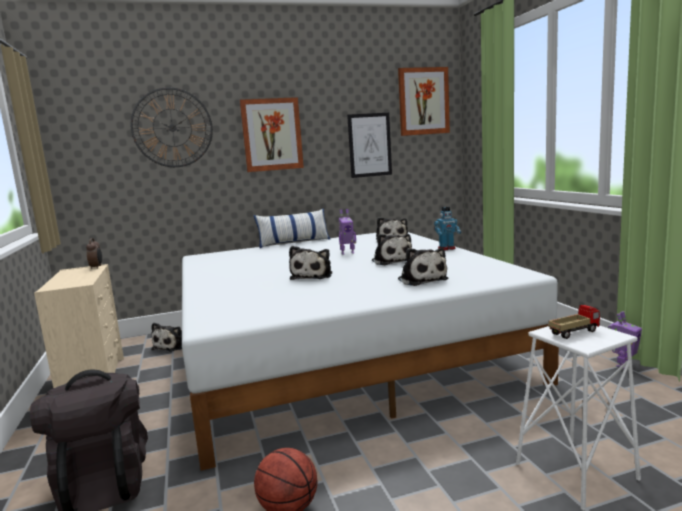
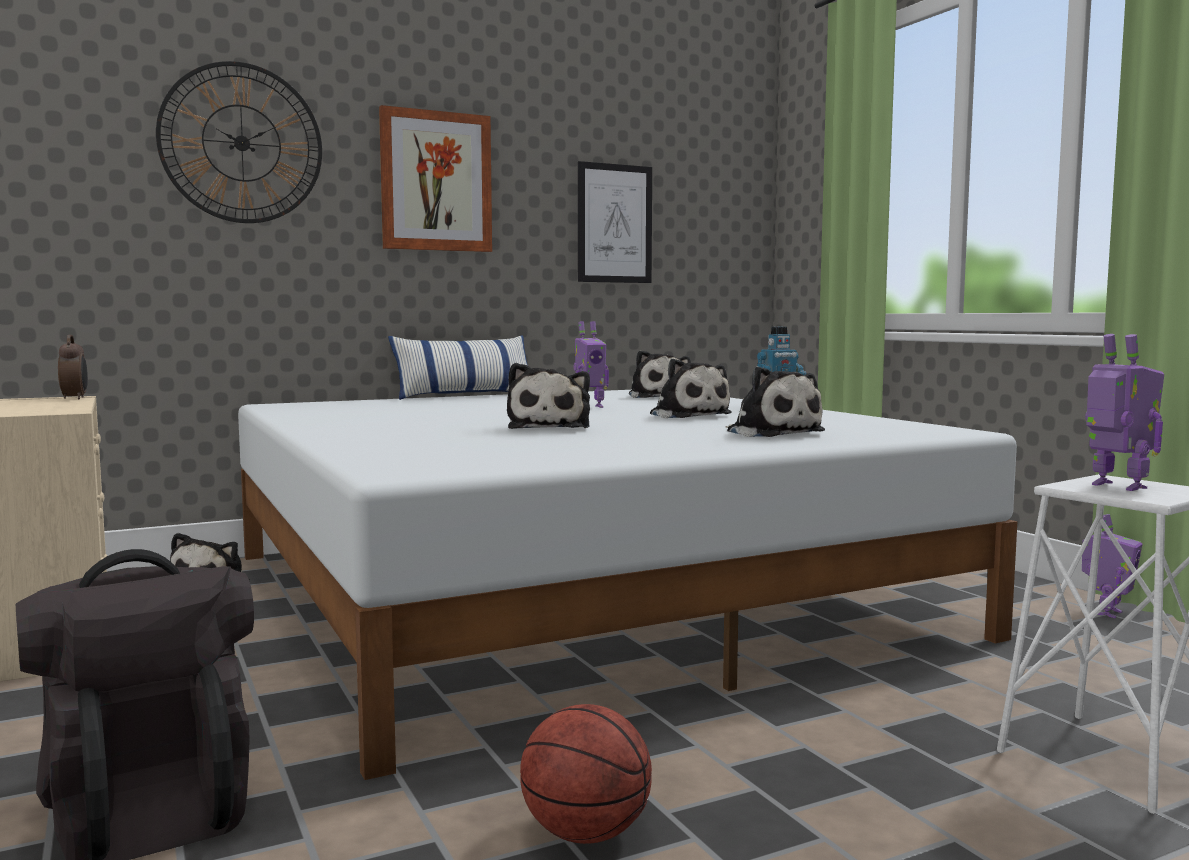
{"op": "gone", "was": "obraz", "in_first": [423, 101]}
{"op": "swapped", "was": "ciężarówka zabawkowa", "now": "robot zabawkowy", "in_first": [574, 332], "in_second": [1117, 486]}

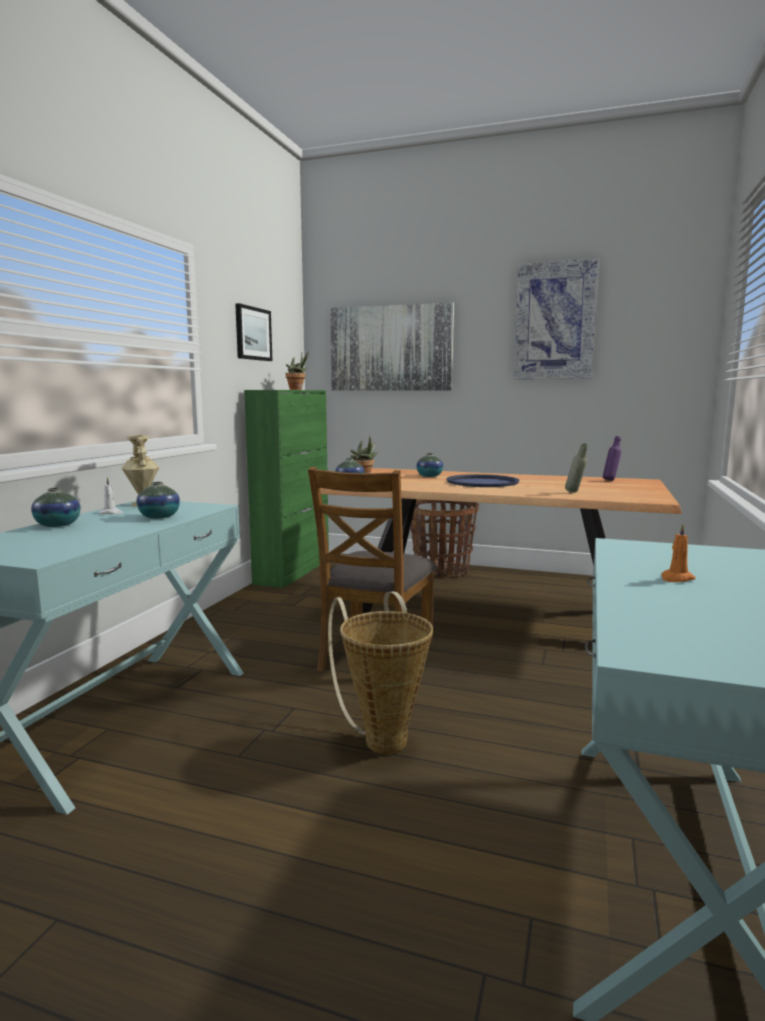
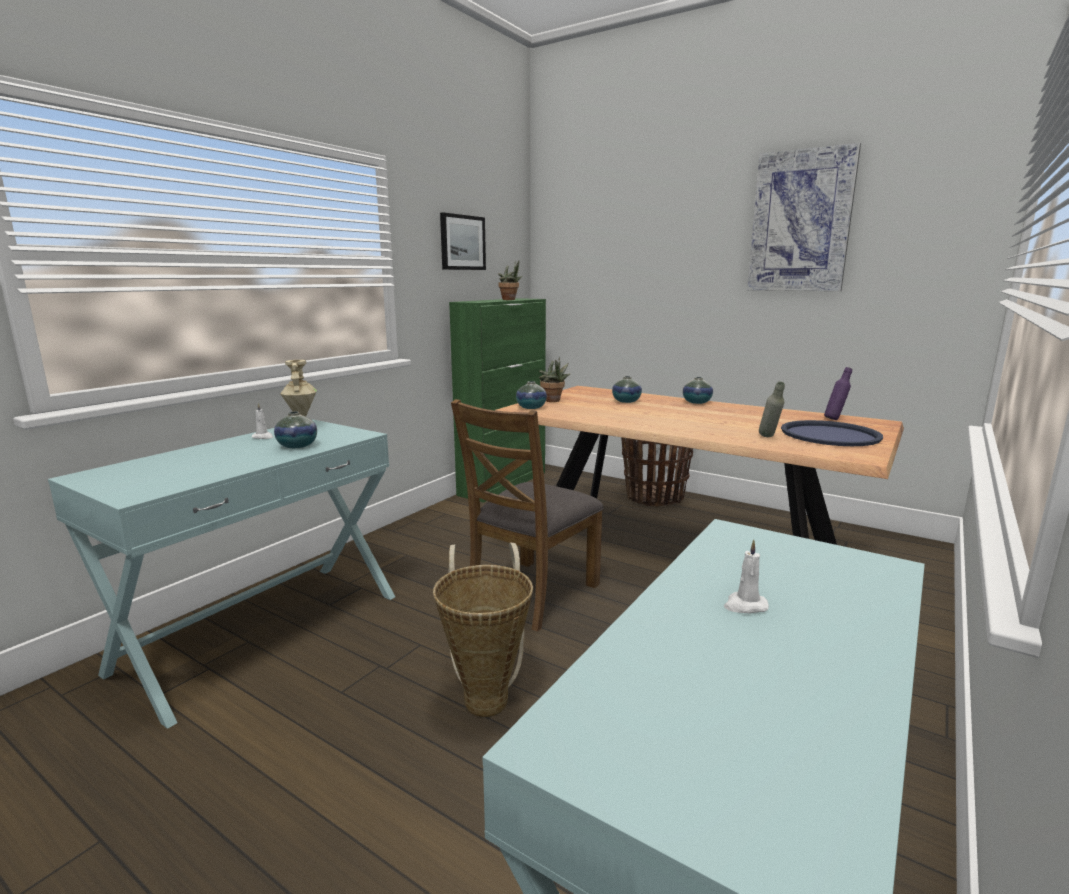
{"op": "gone", "was": "obraz", "in_first": [391, 348]}
{"op": "shifted", "was": "wazon", "in_first": [57, 525], "in_second": [696, 402]}
{"op": "shifted", "was": "taca [niebieski]", "in_first": [482, 482], "in_second": [830, 435]}
{"op": "repainted", "was": "świeca [pomarańczowy]", "now": "świeca [biały]", "in_first": [676, 578], "in_second": [745, 606]}

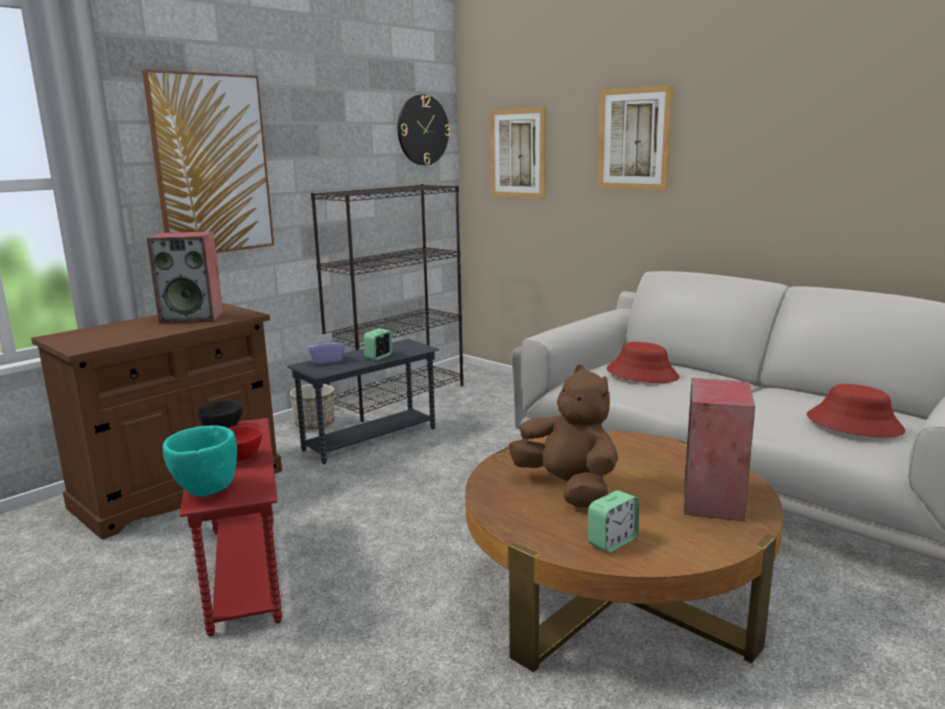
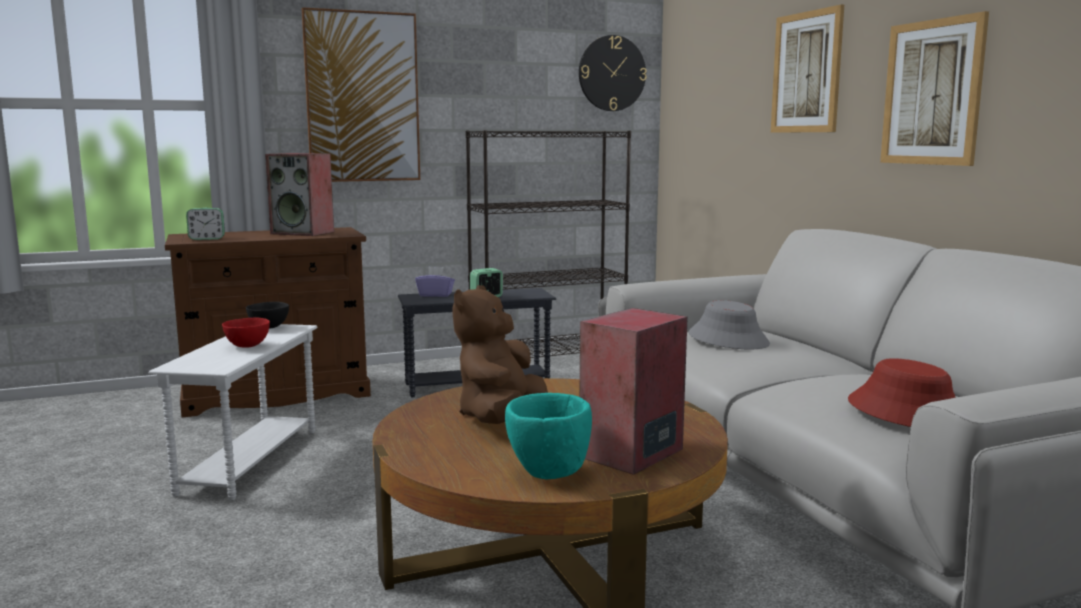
{"op": "gone", "was": "donica", "in_first": [315, 424]}
{"op": "shifted", "was": "miska [turkusowy]", "in_first": [206, 491], "in_second": [548, 474]}
{"op": "shifted", "was": "obraz", "in_first": [518, 153], "in_second": [932, 92]}
{"op": "shifted", "was": "budzik", "in_first": [612, 541], "in_second": [207, 239]}
{"op": "repainted", "was": "stolik [czerwony]", "now": "stolik [biały]", "in_first": [243, 573], "in_second": [249, 461]}
{"op": "repainted", "was": "kapelusz [czerwony]", "now": "kapelusz [szary]", "in_first": [642, 374], "in_second": [728, 339]}
{"op": "rotated", "was": "pluszak [brązowy]", "in_first": [568, 489], "in_second": [500, 418], "clockwise": -150}

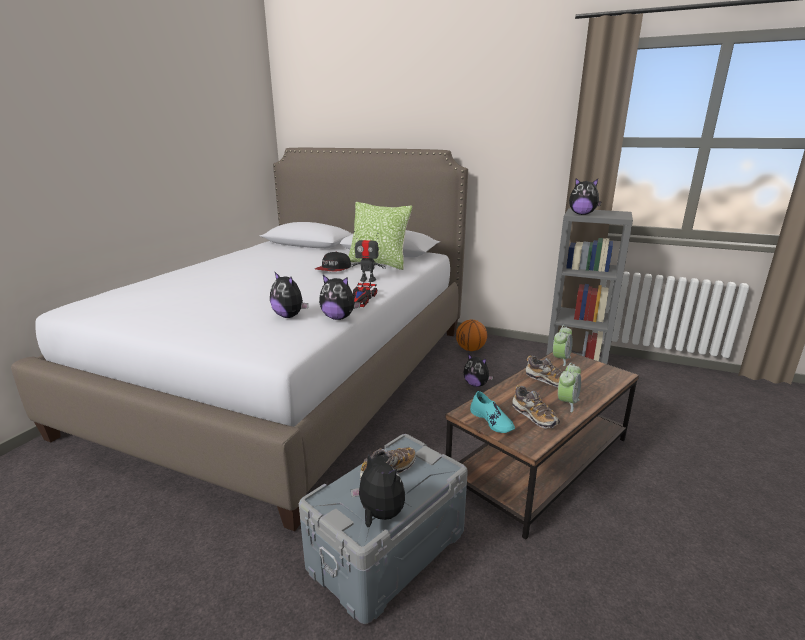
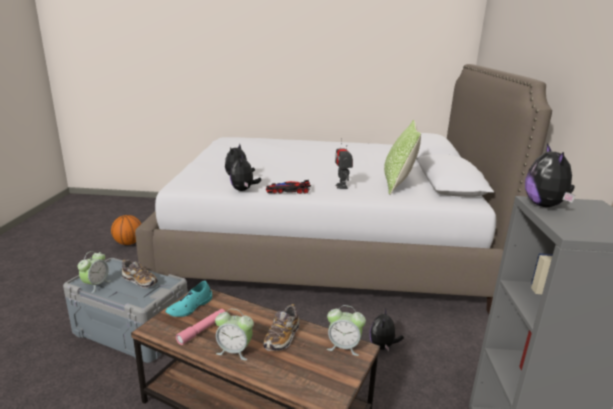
{"op": "gone", "was": "czapka z daszkiem", "in_first": [334, 269]}
{"op": "shifted", "was": "piłka do koszykówki", "in_first": [470, 349], "in_second": [128, 243]}
{"op": "swapped", "was": "pluszak", "now": "budzik", "in_first": [379, 515], "in_second": [96, 285]}
{"op": "swapped", "was": "but", "now": "latarka [różowy]", "in_first": [534, 416], "in_second": [202, 330]}

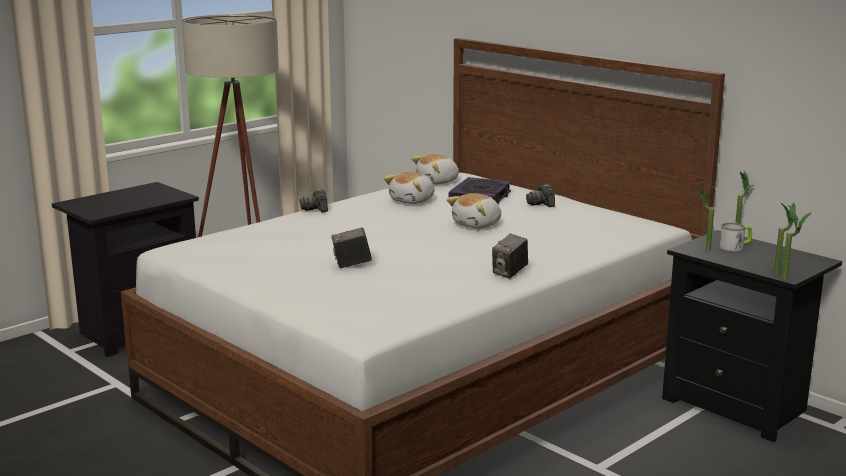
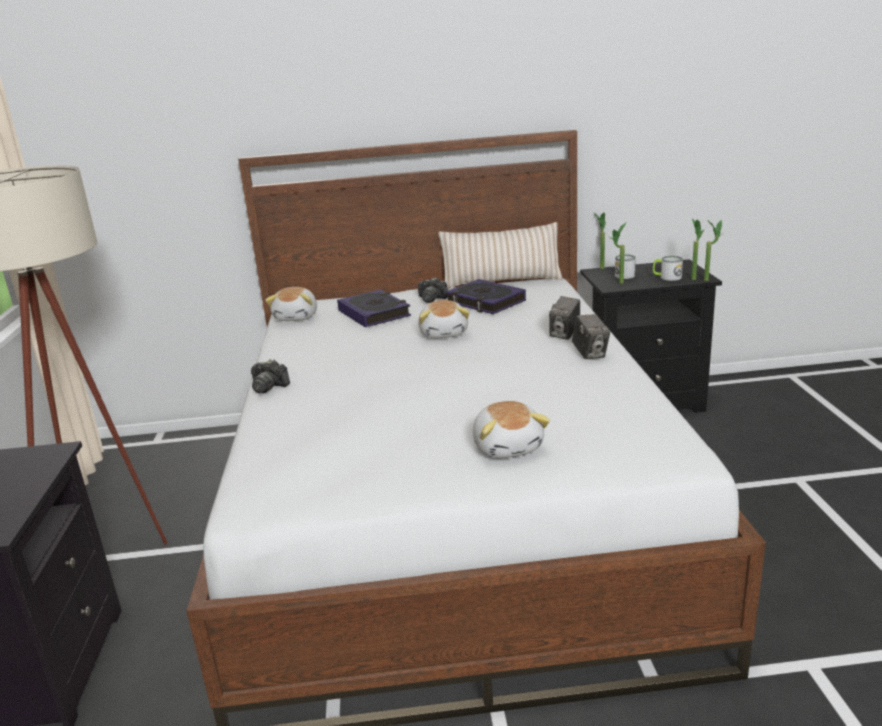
{"op": "new", "now": "poduszka [beżowy]", "in_second": [501, 281]}
{"op": "new", "now": "książka", "in_second": [485, 302]}
{"op": "new", "now": "kubek", "in_second": [666, 277]}
{"op": "shifted", "was": "aparat fotograficzny", "in_first": [352, 264], "in_second": [565, 334]}
{"op": "shifted", "was": "pluszak", "in_first": [413, 201], "in_second": [508, 446]}

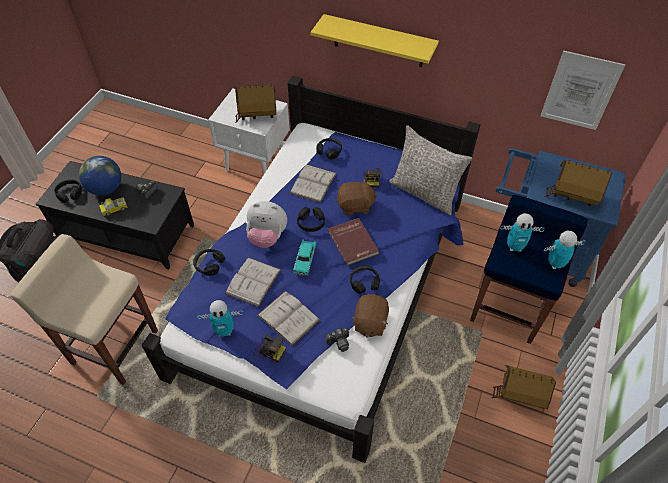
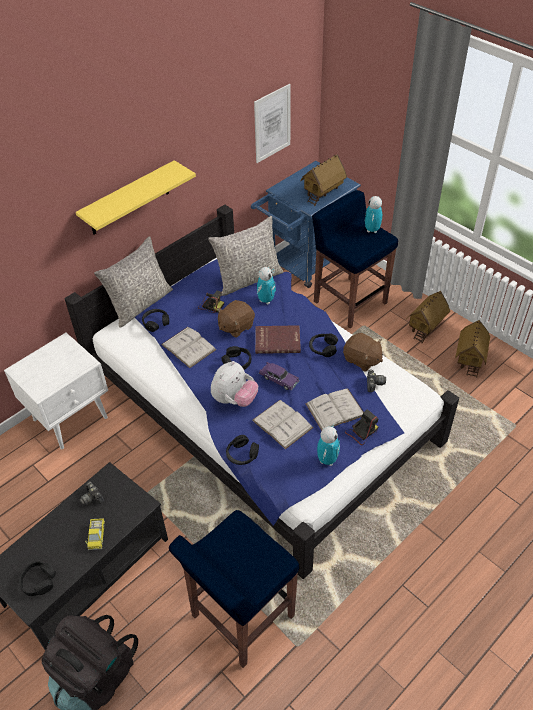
{"op": "gone", "was": "globus", "in_first": [106, 189]}
{"op": "new", "now": "poduszka [szary]", "in_second": [140, 304]}
{"op": "shifted", "was": "domek", "in_first": [257, 115], "in_second": [470, 359]}
{"op": "shifted", "was": "robot zabawkowy", "in_first": [515, 247], "in_second": [266, 300]}
{"op": "repainted", "was": "stołek [beżowy]", "now": "stołek [niebieski]", "in_first": [113, 346], "in_second": [241, 617]}
{"op": "repainted", "was": "samochodzik [turkusowy]", "now": "samochodzik [fioletowy]", "in_first": [305, 260], "in_second": [279, 379]}
{"op": "rotated", "was": "pluszak [brązowy]", "in_first": [355, 206], "in_second": [236, 326], "clockwise": -150}

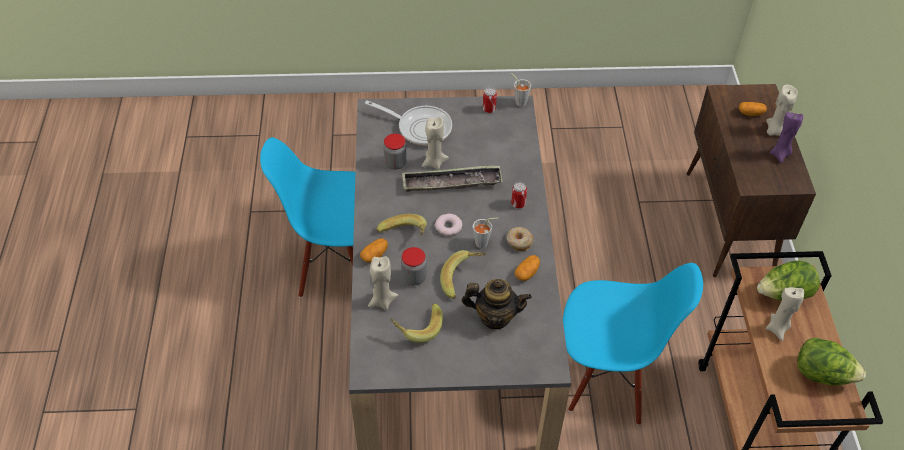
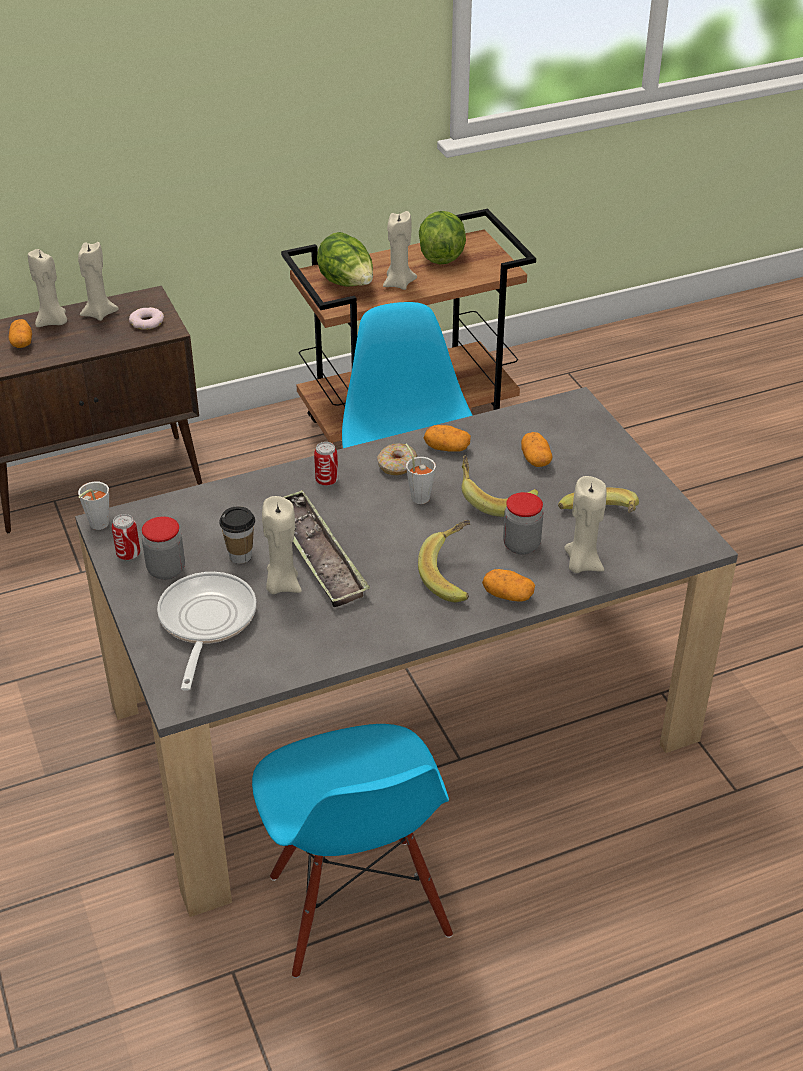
{"op": "new", "now": "filiżanka", "in_second": [240, 556]}
{"op": "shifted", "was": "słoik", "in_first": [395, 163], "in_second": [166, 570]}
{"op": "shifted", "was": "donut", "in_first": [448, 227], "in_second": [147, 322]}
{"op": "swapped", "was": "imbryk", "now": "ziemniak", "in_first": [495, 317], "in_second": [535, 459]}
{"op": "repainted", "was": "świeca [fioletowy]", "now": "świeca [beżowy]", "in_first": [780, 154], "in_second": [99, 314]}

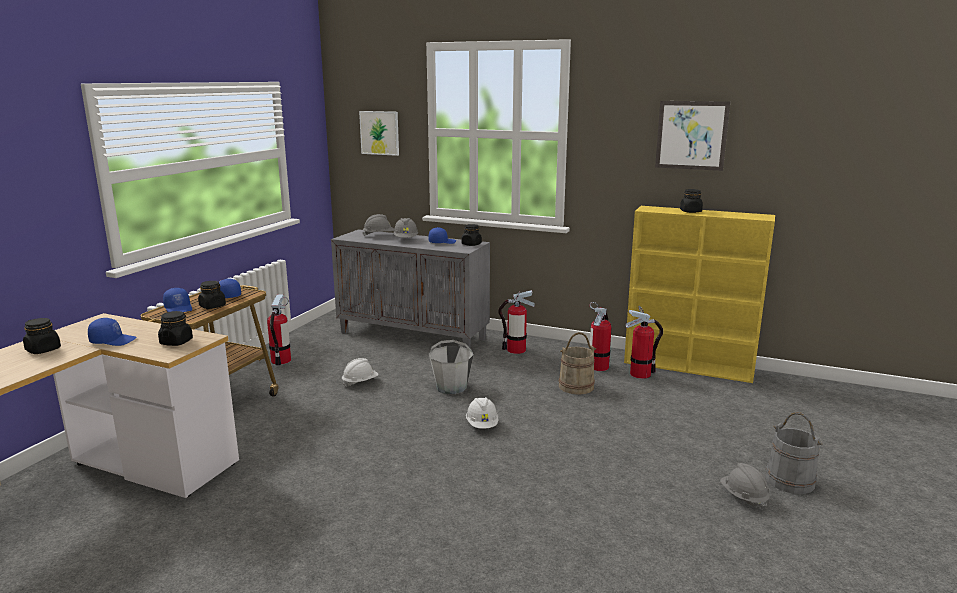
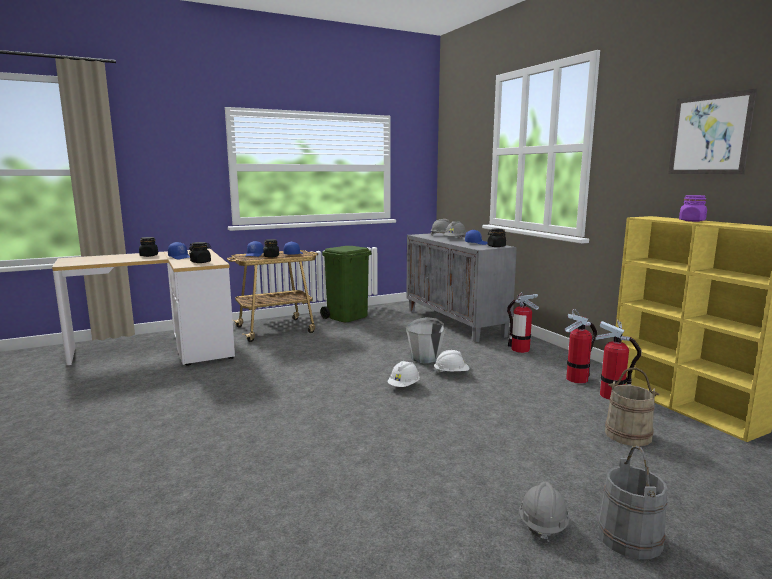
{"op": "gone", "was": "obraz", "in_first": [379, 133]}
{"op": "shifted", "was": "kask [biały]", "in_first": [360, 382], "in_second": [451, 373]}
{"op": "shifted", "was": "wiadro [beżowy]", "in_first": [576, 386], "in_second": [628, 434]}
{"op": "swapped", "was": "gaśnica", "now": "kosz na śmieci [zielony]", "in_first": [281, 360], "in_second": [347, 317]}
{"op": "repainted", "was": "słoik [czarny]", "now": "słoik [fioletowy]", "in_first": [690, 211], "in_second": [692, 221]}

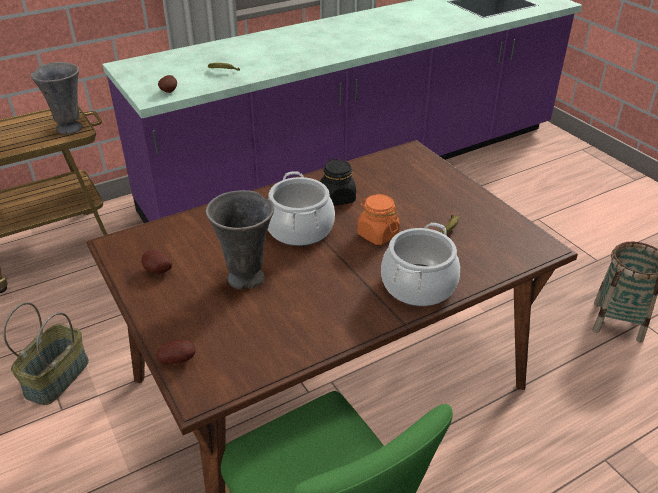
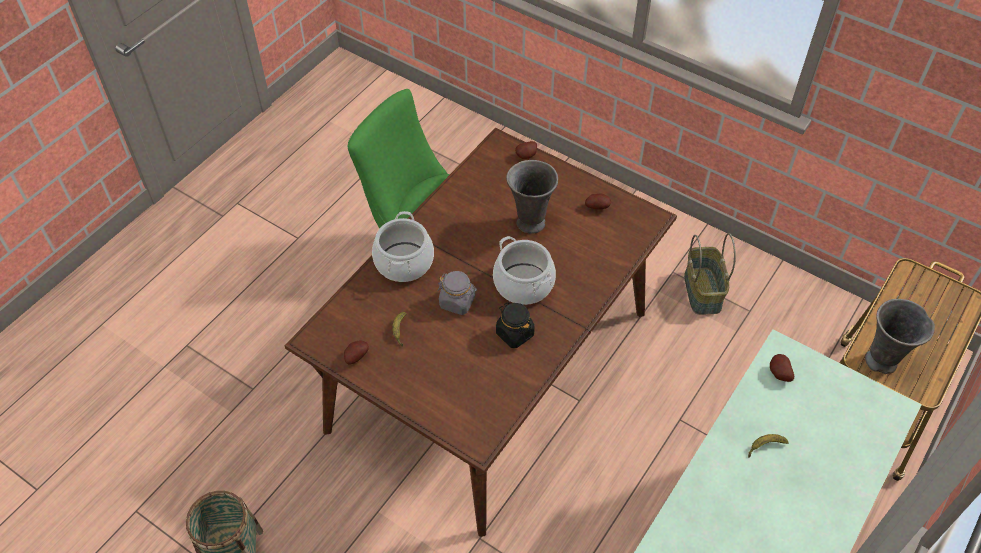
{"op": "new", "now": "ziemniak", "in_second": [355, 356]}
{"op": "repainted", "was": "słoik [pomarańczowy]", "now": "słoik [szary]", "in_first": [377, 234], "in_second": [457, 302]}

